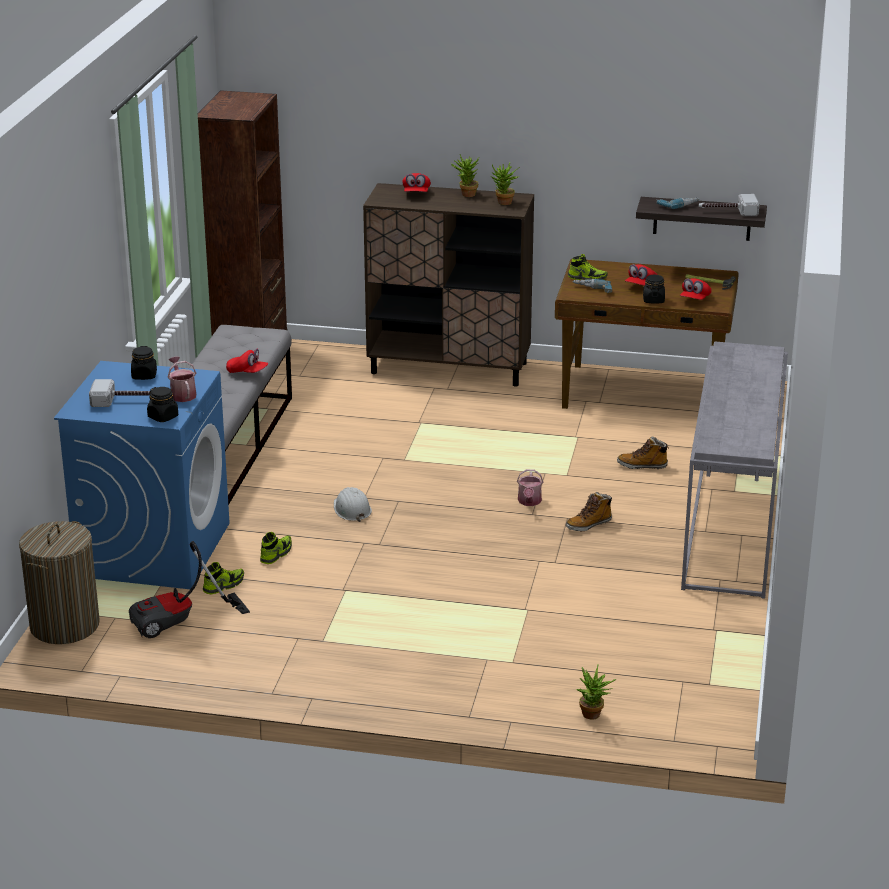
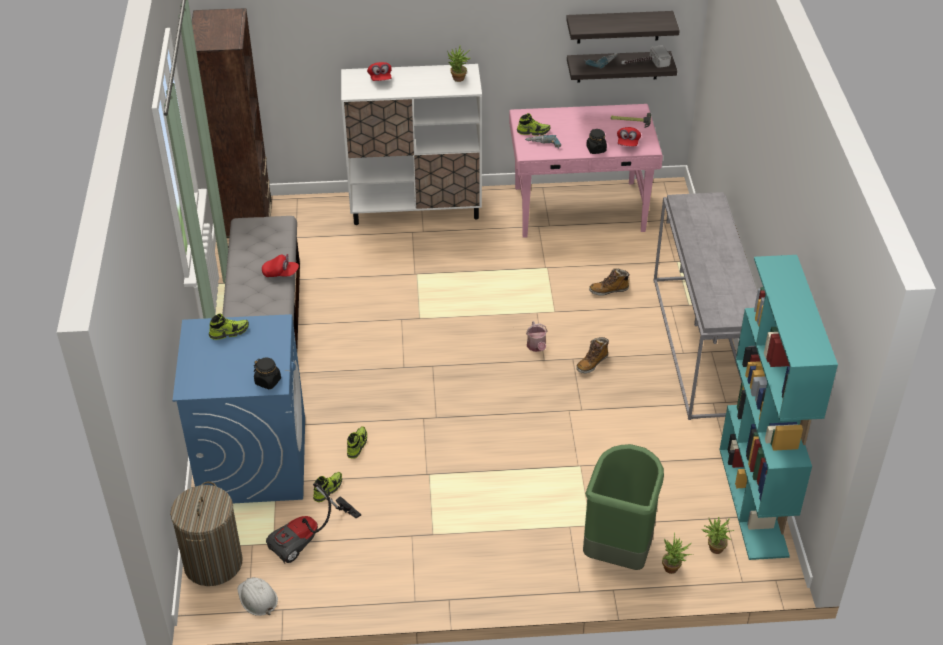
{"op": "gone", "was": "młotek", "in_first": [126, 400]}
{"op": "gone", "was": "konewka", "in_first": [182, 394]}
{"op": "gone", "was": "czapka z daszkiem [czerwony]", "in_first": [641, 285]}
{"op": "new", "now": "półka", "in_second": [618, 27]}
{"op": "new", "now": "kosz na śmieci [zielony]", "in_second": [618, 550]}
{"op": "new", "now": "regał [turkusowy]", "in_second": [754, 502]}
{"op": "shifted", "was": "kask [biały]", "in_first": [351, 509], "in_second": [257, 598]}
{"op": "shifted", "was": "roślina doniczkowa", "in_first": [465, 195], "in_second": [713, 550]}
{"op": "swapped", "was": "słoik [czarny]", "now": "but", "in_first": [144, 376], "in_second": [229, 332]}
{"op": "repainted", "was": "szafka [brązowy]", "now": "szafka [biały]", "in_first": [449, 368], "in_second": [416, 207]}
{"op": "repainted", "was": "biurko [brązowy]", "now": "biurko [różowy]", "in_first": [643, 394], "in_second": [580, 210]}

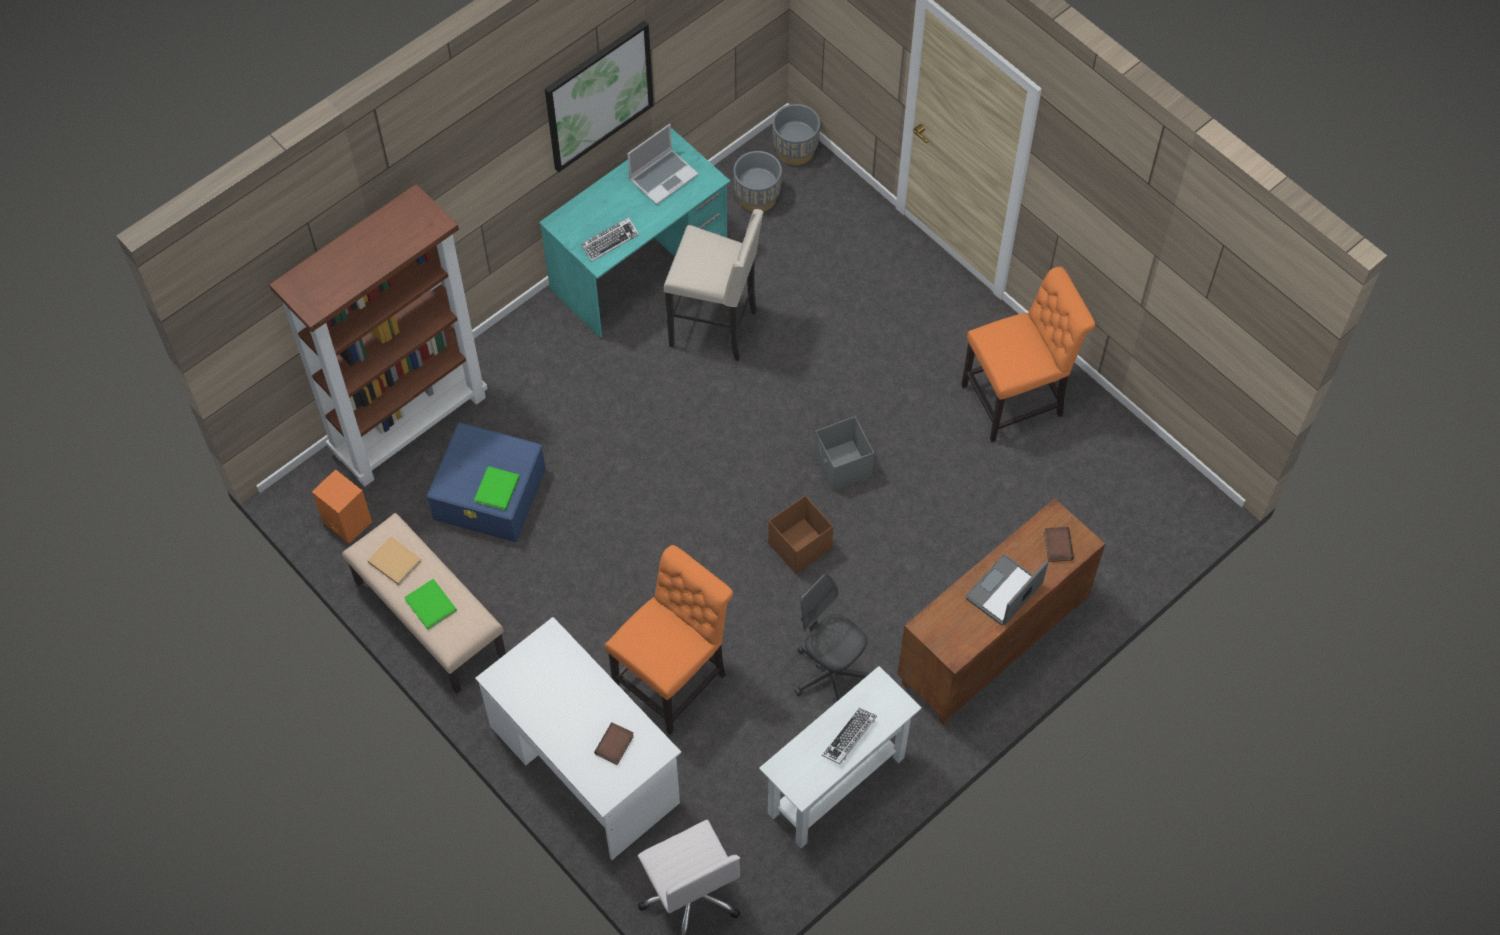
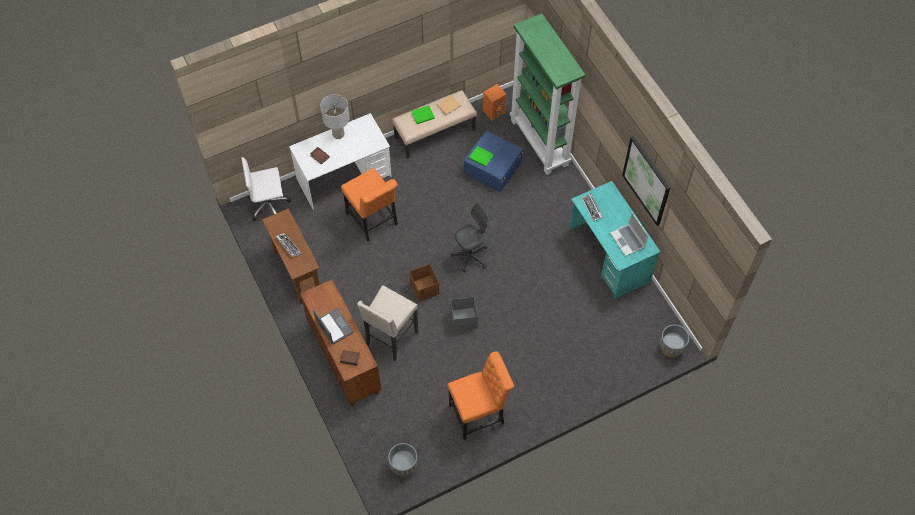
{"op": "new", "now": "lampa stołowa [szary]", "in_second": [338, 134]}
{"op": "shifted", "was": "stołek [beżowy]", "in_first": [716, 328], "in_second": [391, 339]}
{"op": "shifted", "was": "donica [szary]", "in_first": [757, 197], "in_second": [403, 466]}
{"op": "shifted", "was": "krzesło biurowe [szary]", "in_first": [829, 674], "in_second": [470, 256]}
{"op": "repainted", "was": "regał [brązowy]", "now": "regał [zielony]", "in_first": [410, 423], "in_second": [540, 142]}
{"op": "repainted", "was": "stolik konsolowy [biały]", "now": "stolik konsolowy [brązowy]", "in_first": [836, 785], "in_second": [297, 273]}
{"op": "rotated", "was": "krzesło [pomarańczowy]", "in_first": [1017, 399], "in_second": [479, 414], "clockwise": -105}

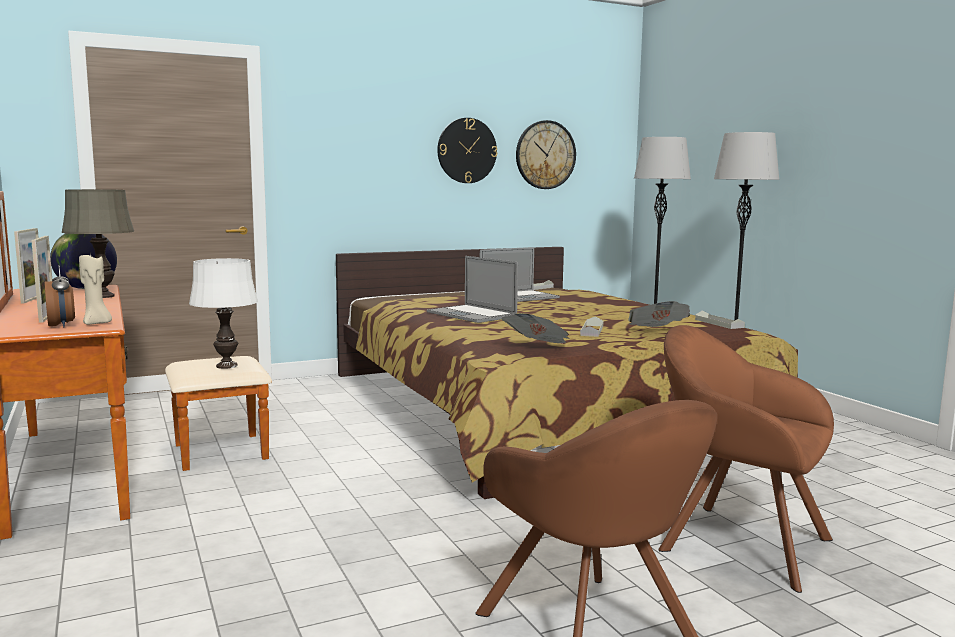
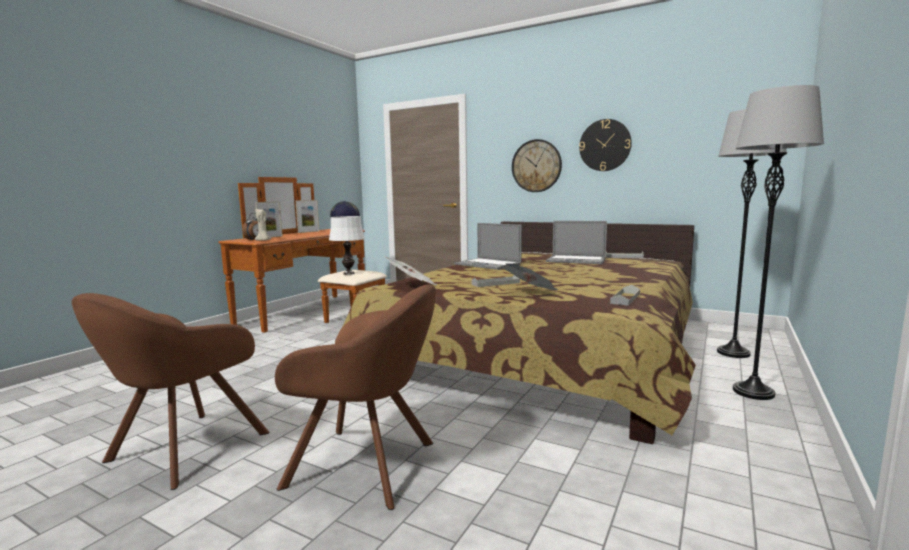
{"op": "gone", "was": "lampa stołowa [szary]", "in_first": [103, 296]}
{"op": "shifted", "was": "zegar ścienny", "in_first": [545, 155], "in_second": [536, 166]}
{"op": "rotated", "was": "laptop", "in_first": [471, 314], "in_second": [487, 264], "clockwise": -60}
{"op": "rotated", "was": "fotel [brązowy]", "in_first": [736, 541], "in_second": [369, 465], "clockwise": 105}

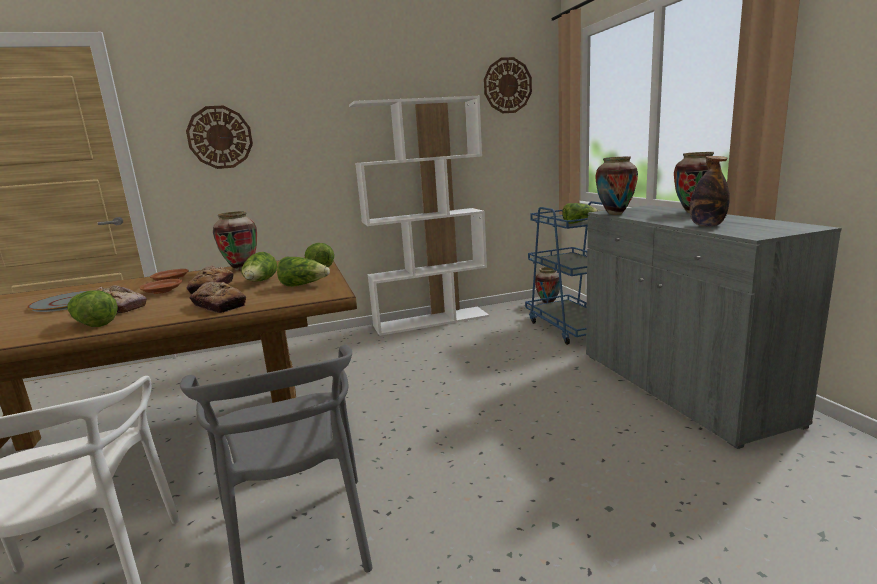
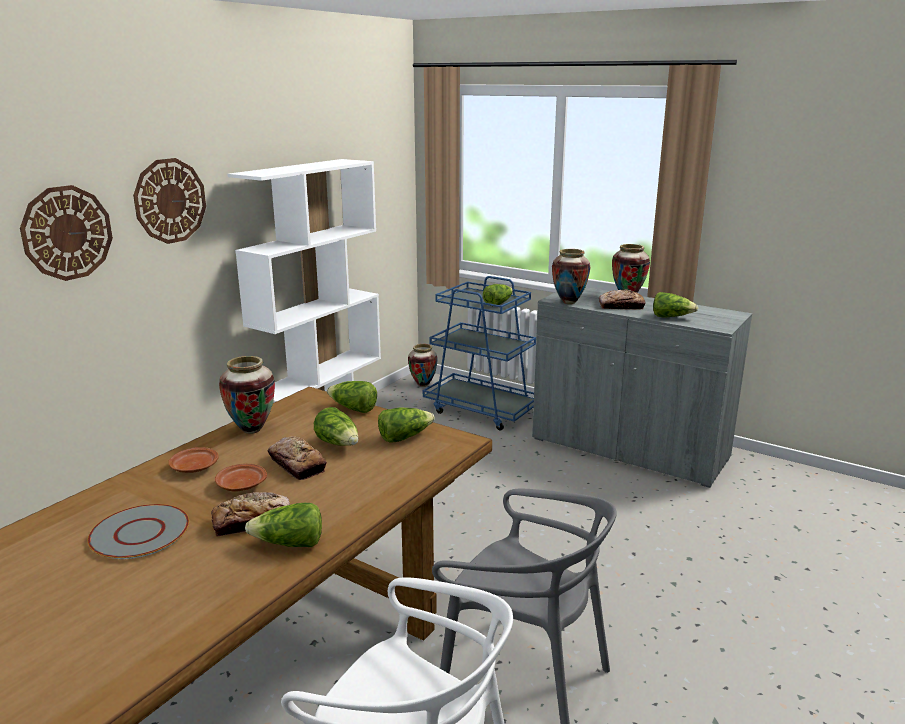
{"op": "shifted", "was": "chleb", "in_first": [219, 305], "in_second": [621, 306]}
{"op": "shifted", "was": "zegar ścienny", "in_first": [507, 85], "in_second": [170, 201]}
{"op": "swapped", "was": "butelka", "now": "sałata", "in_first": [707, 225], "in_second": [671, 317]}

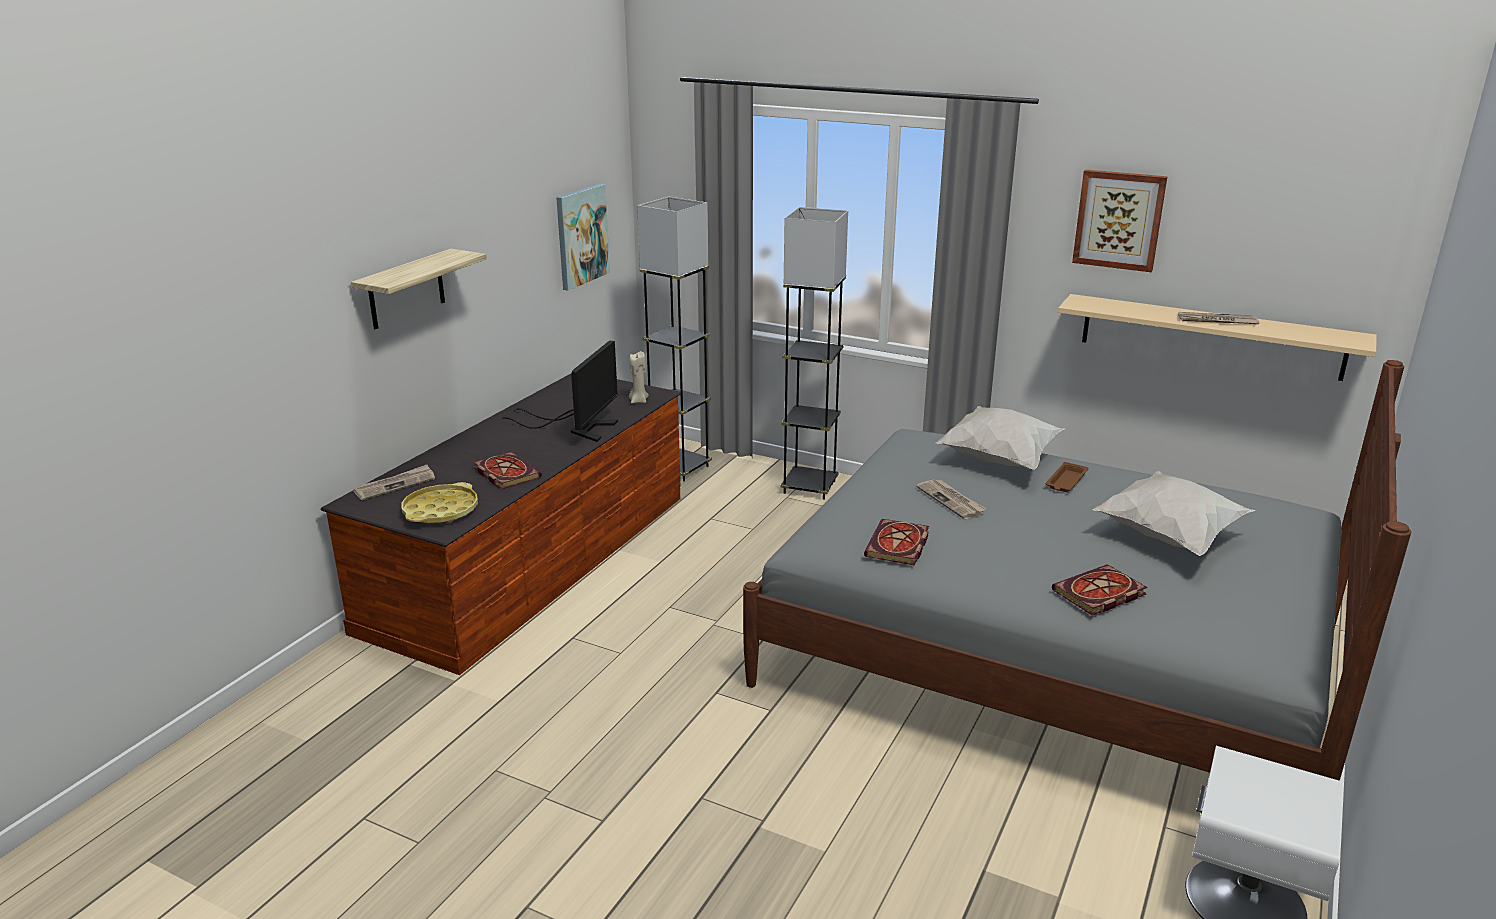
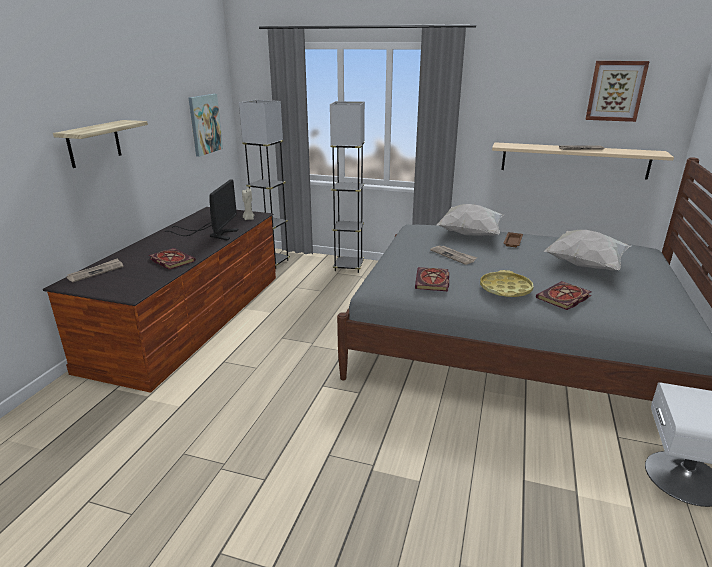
{"op": "shifted", "was": "taca [żółty]", "in_first": [440, 511], "in_second": [505, 289]}
{"op": "shifted", "was": "obraz", "in_first": [1119, 220], "in_second": [615, 91]}

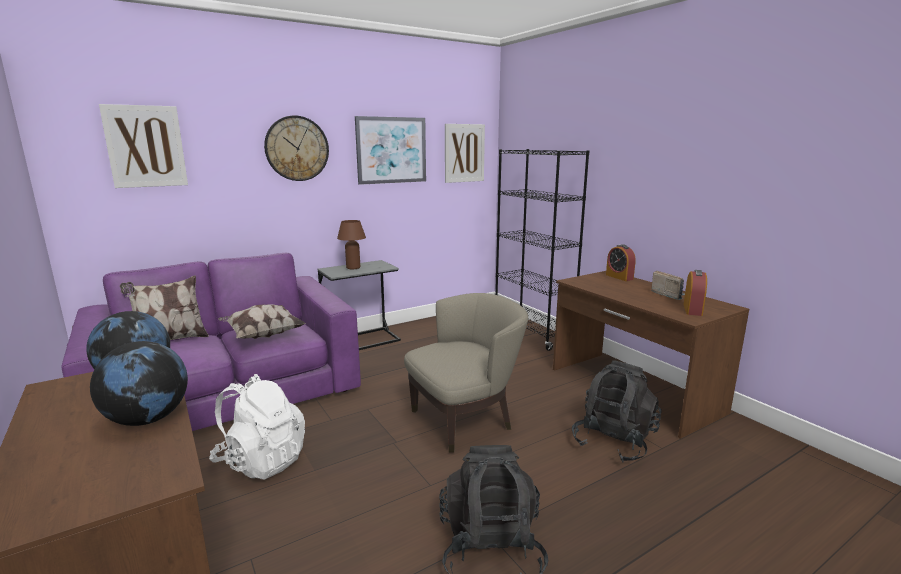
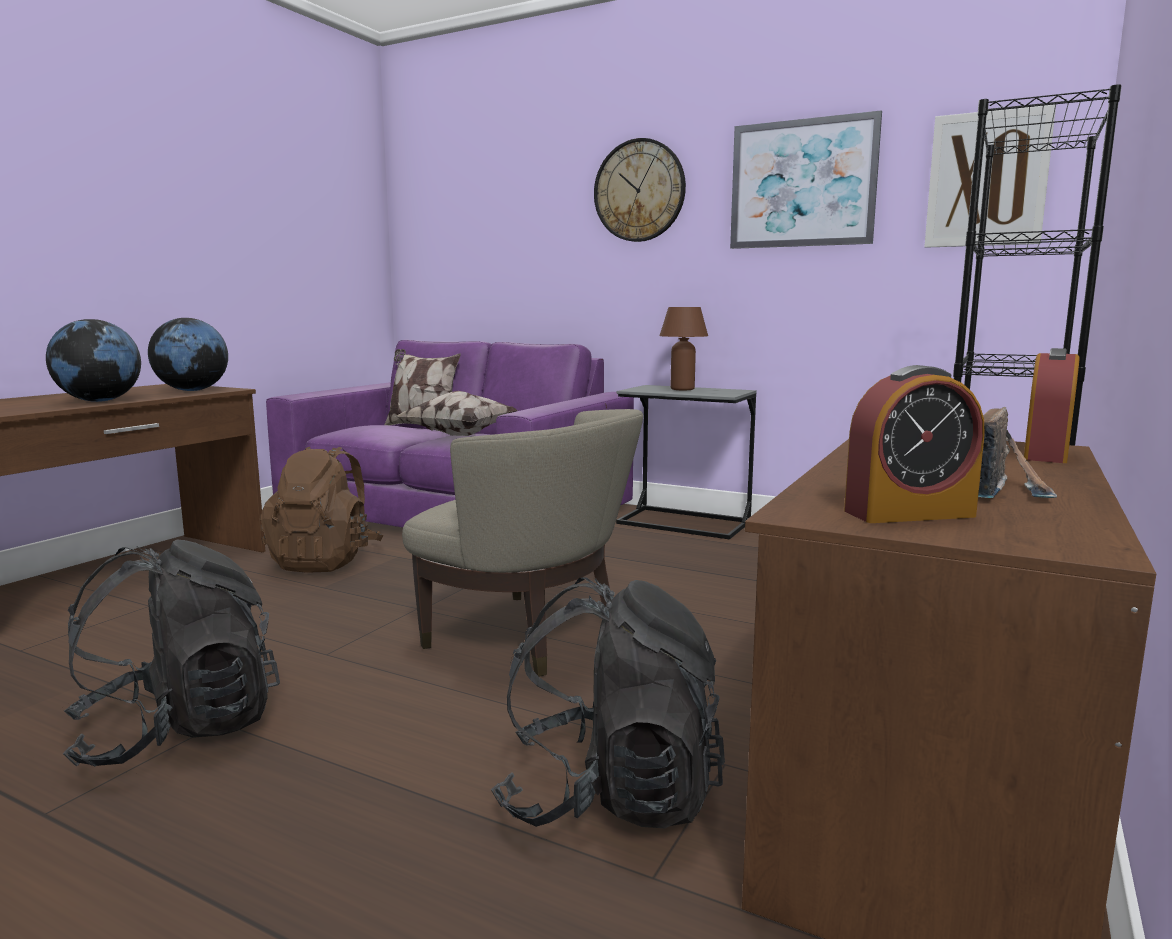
{"op": "gone", "was": "obraz", "in_first": [145, 146]}
{"op": "repainted", "was": "plecak [biały]", "now": "plecak [brązowy]", "in_first": [261, 461], "in_second": [325, 561]}

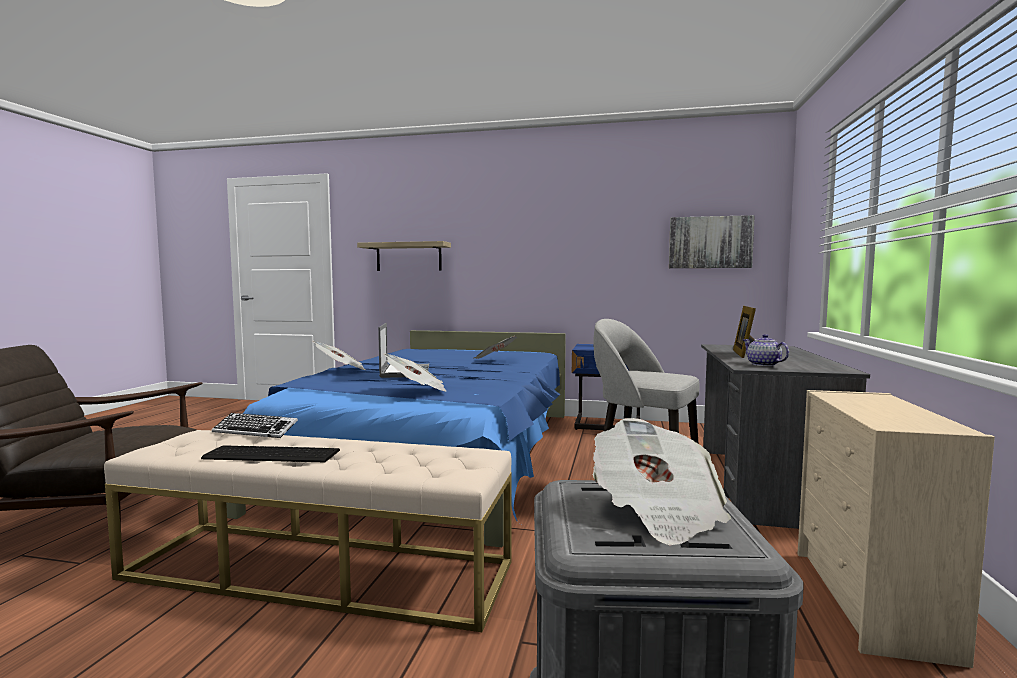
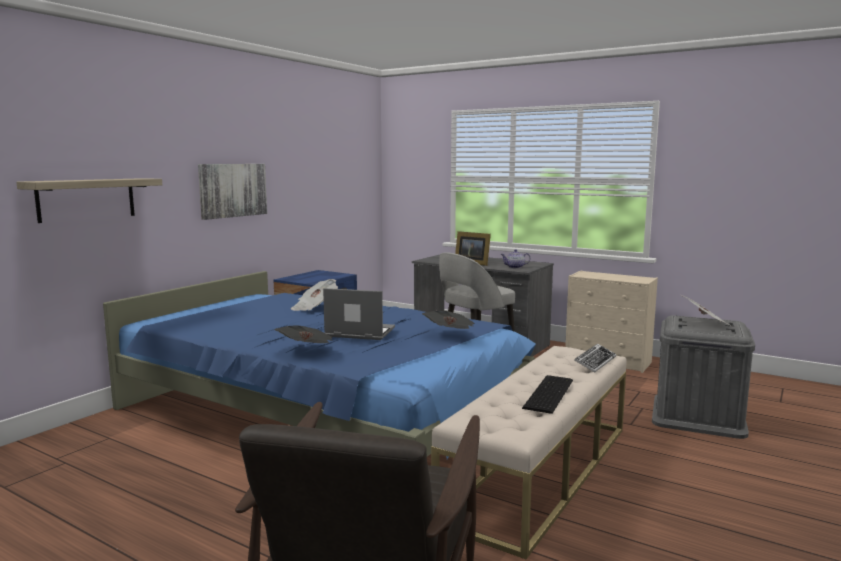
{"op": "shifted", "was": "klawiatura", "in_first": [255, 431], "in_second": [595, 362]}
{"op": "shifted", "was": "obraz", "in_first": [710, 242], "in_second": [232, 190]}

